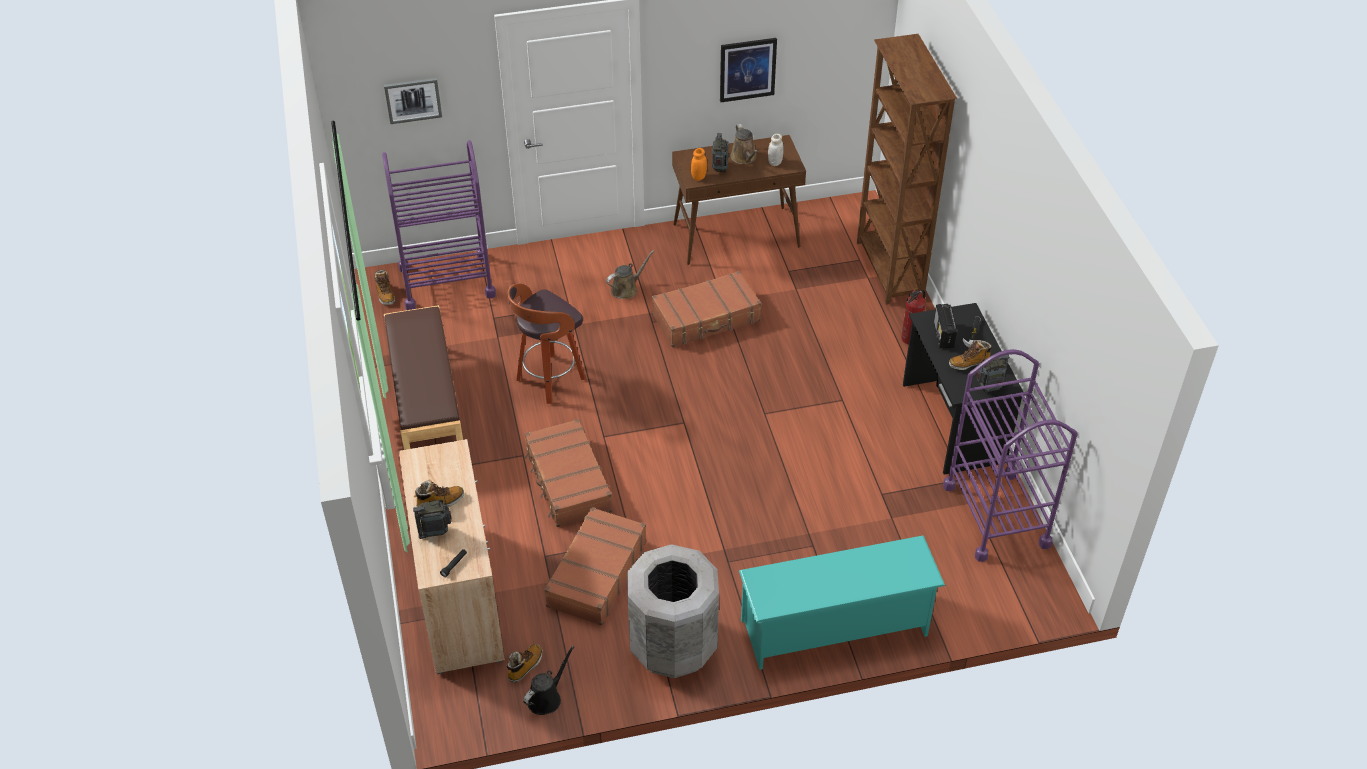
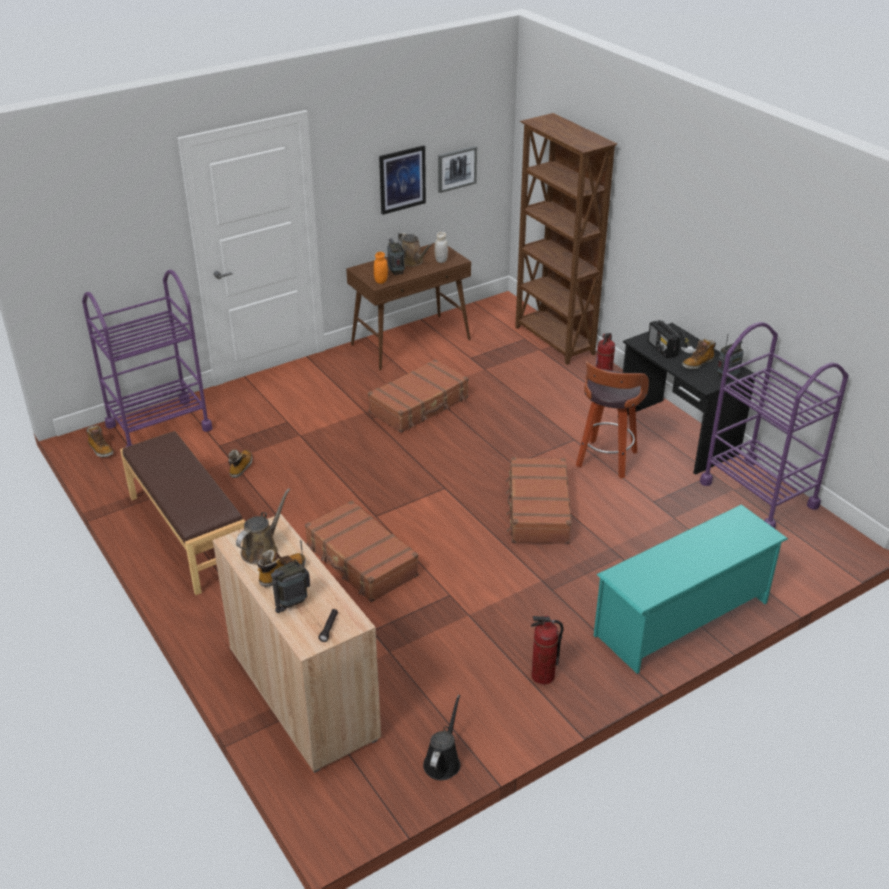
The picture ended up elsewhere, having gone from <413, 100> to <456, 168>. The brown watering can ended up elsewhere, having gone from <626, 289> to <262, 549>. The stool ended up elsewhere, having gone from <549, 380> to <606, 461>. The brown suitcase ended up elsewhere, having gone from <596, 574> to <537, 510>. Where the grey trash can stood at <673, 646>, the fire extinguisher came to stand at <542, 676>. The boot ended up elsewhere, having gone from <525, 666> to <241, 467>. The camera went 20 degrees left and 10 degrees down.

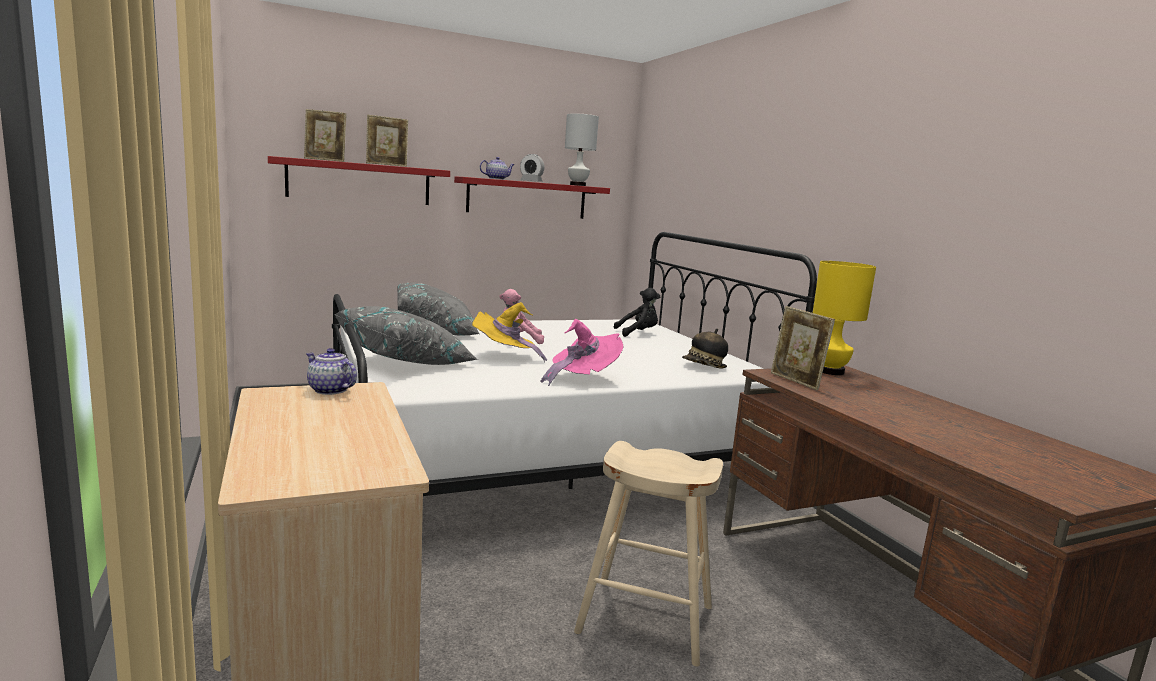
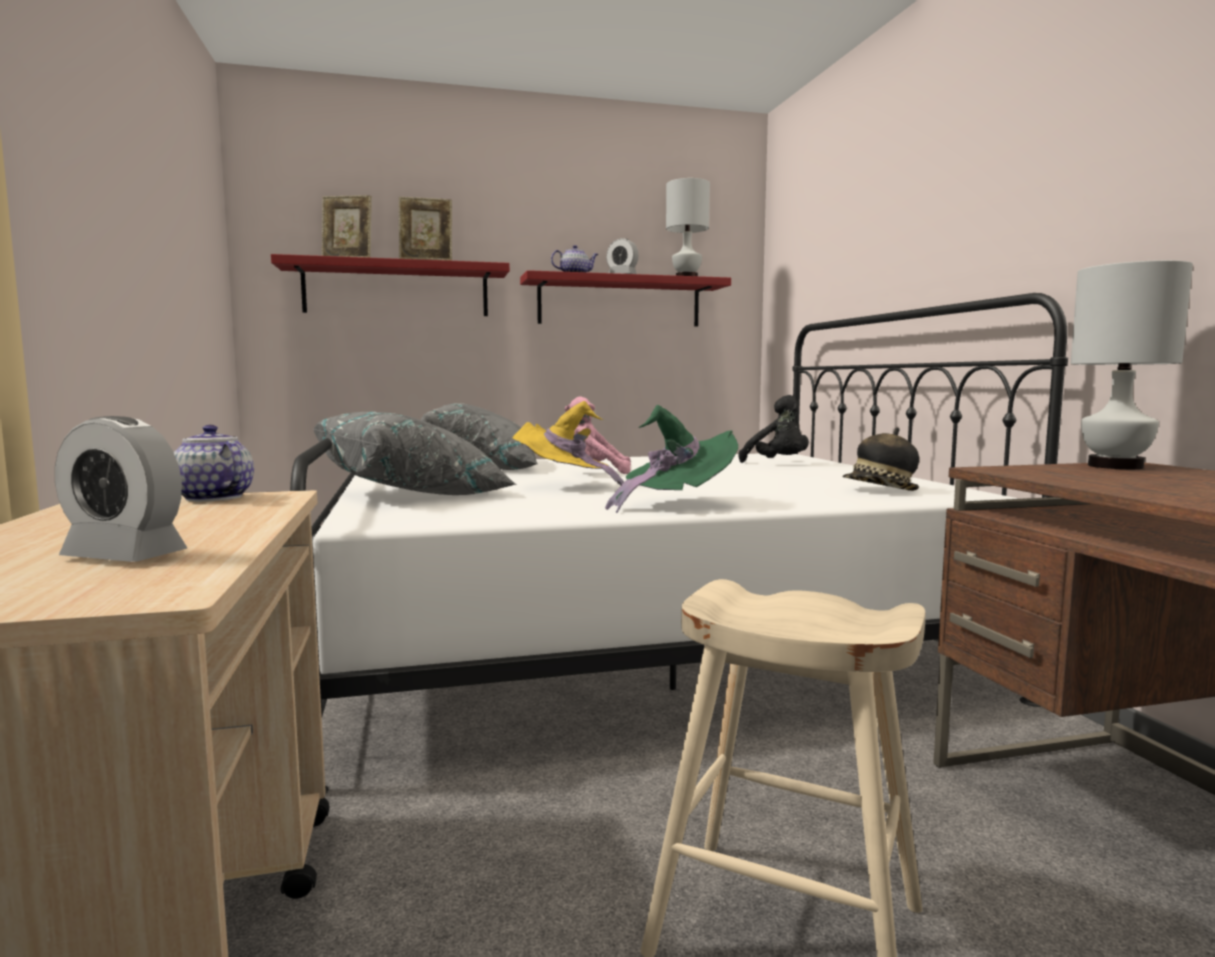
What was the yellow table lamp at <831, 371> turned into the white table lamp at <1116, 466>. The black plush toy at <638, 333> ended up facing another way, 60 degrees clockwise from before. The second view lost the picture frame at <796, 381>. What was the pink hat at <582, 379> turned into the green hat at <675, 505>. The second view gained the alarm clock at <124, 556>. The camera went 10 degrees right and 5 degrees down.

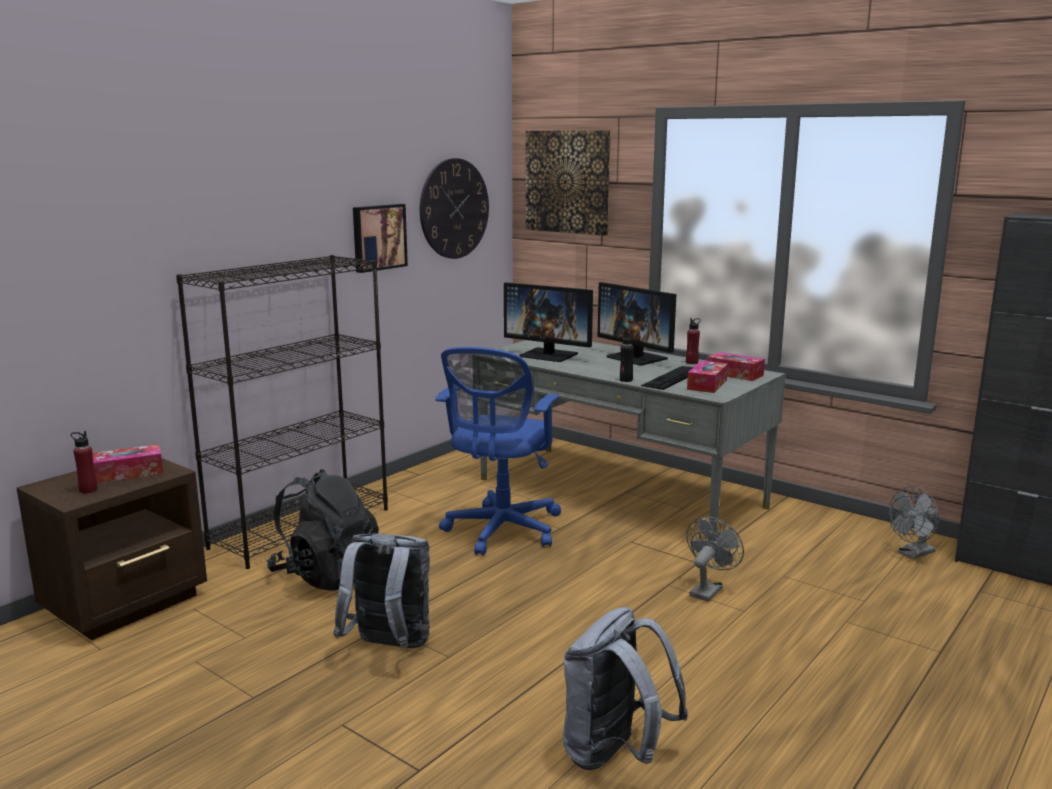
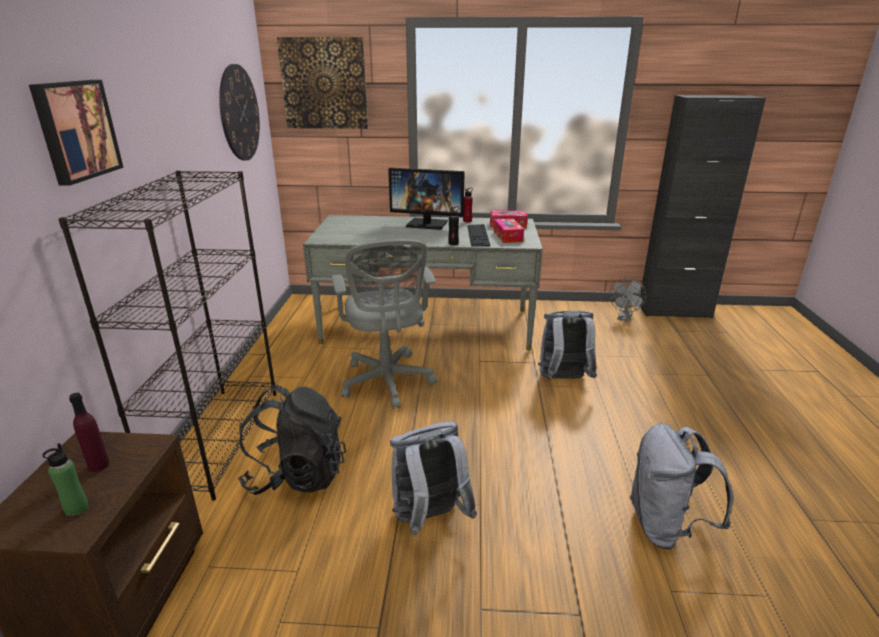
The picture ended up elsewhere, having gone from <378, 237> to <75, 130>. The second view lost the monitor at <549, 355>. What was the blue office chair at <501, 532> turned into the grey office chair at <387, 383>. What was the red bottle at <88, 490> turned into the green bottle at <76, 508>. Where the tissue box stood at <129, 473>, the purple bottle came to stand at <99, 465>. Where the grey fan stood at <708, 590>, the grey backpack came to stand at <563, 380>. The camera went 35 degrees left and 10 degrees up.

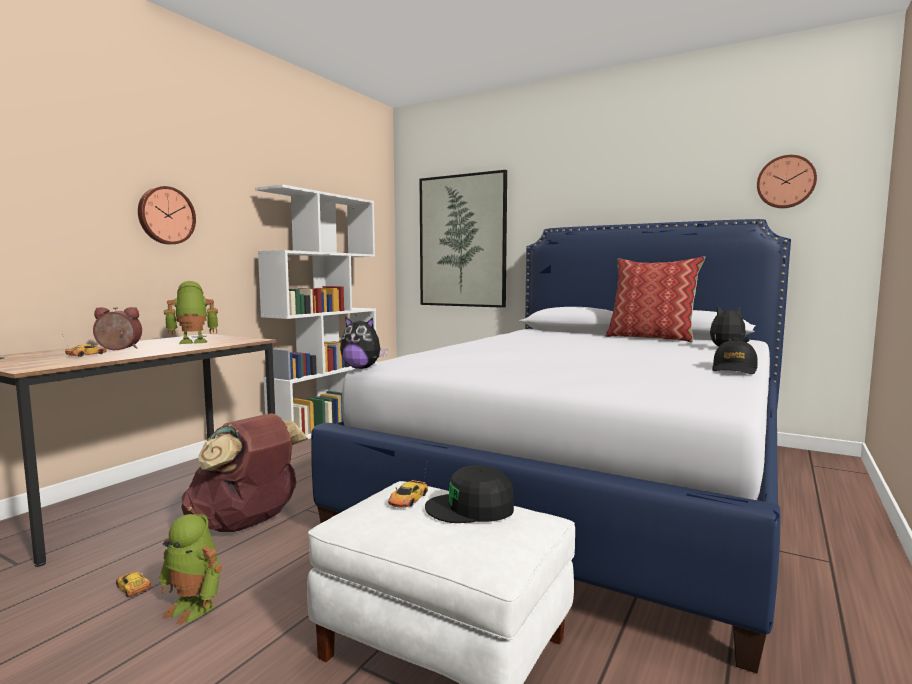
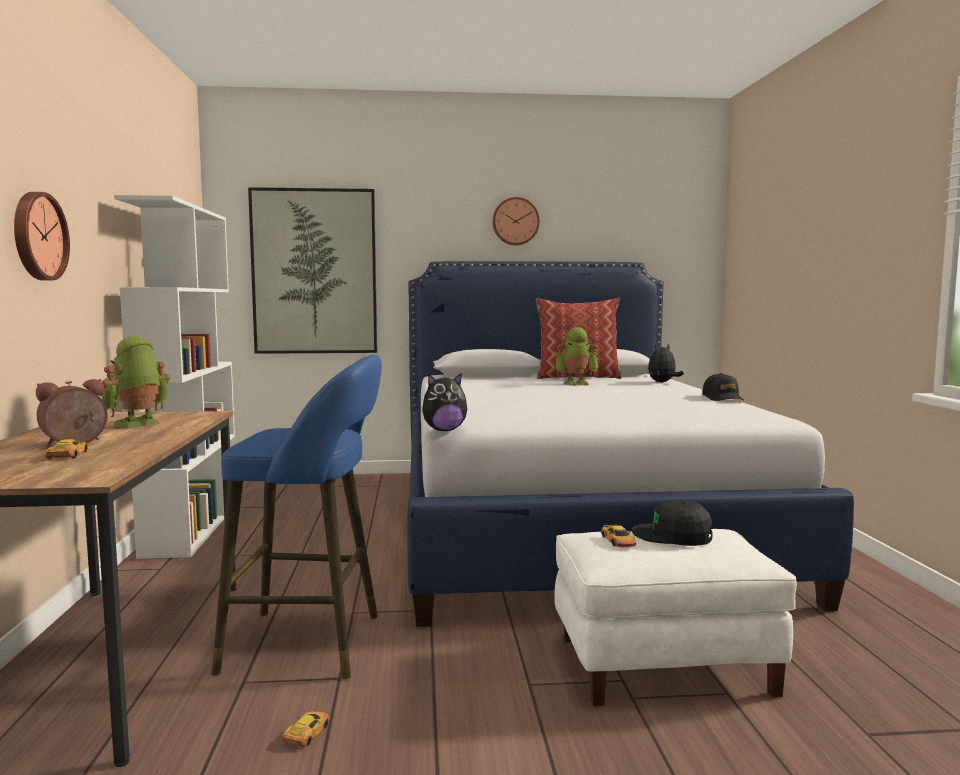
The wall clock ended up elsewhere, having gone from <786, 182> to <515, 221>. Where the brown backpack stood at <246, 524>, the blue stool came to stand at <312, 643>. The black cap at <471, 508> ended up facing another way, 60 degrees clockwise from before. The toy robot ended up elsewhere, having gone from <194, 606> to <576, 383>. The toy car at <133, 587> ended up facing another way, 105 degrees clockwise from before. The camera went 35 degrees left and 0 degrees up.

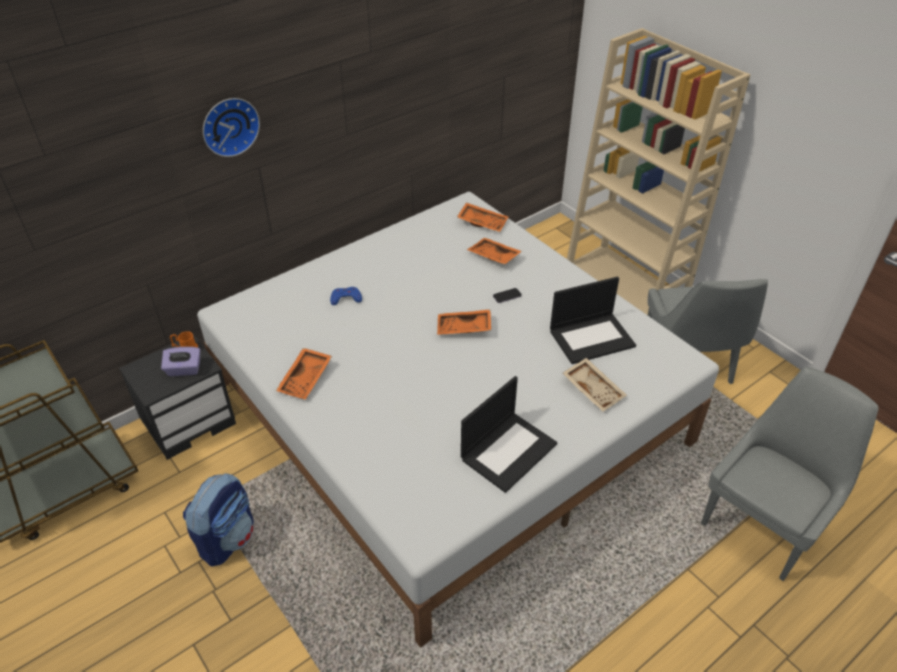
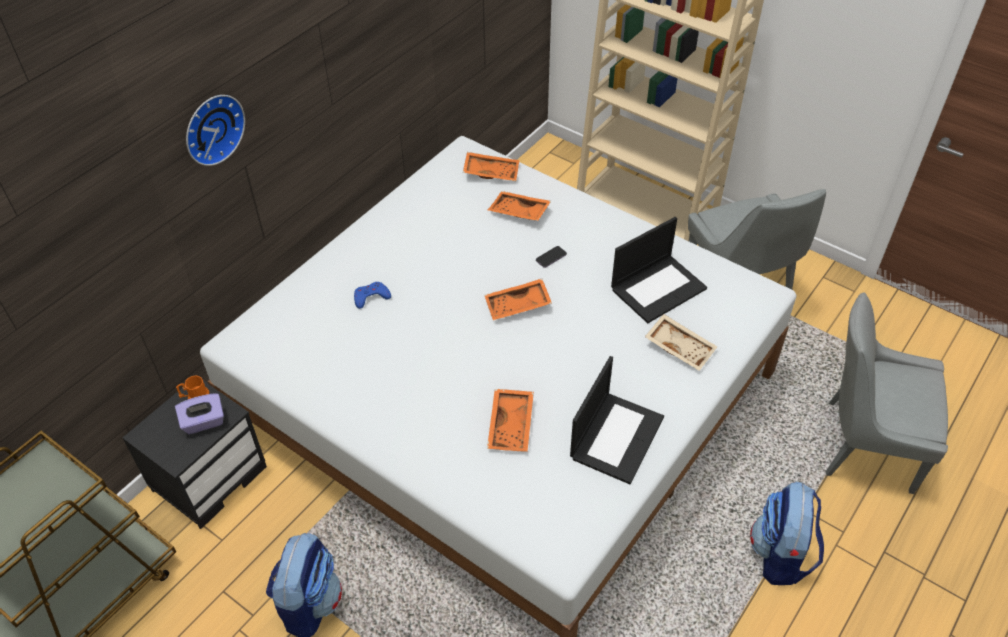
The orange tray ended up elsewhere, having gone from <306, 379> to <512, 425>. The grey chair at <764, 524> ended up facing another way, 105 degrees counterclockwise from before. The second view gained the backpack at <780, 555>. The camera went 15 degrees left and 5 degrees up.

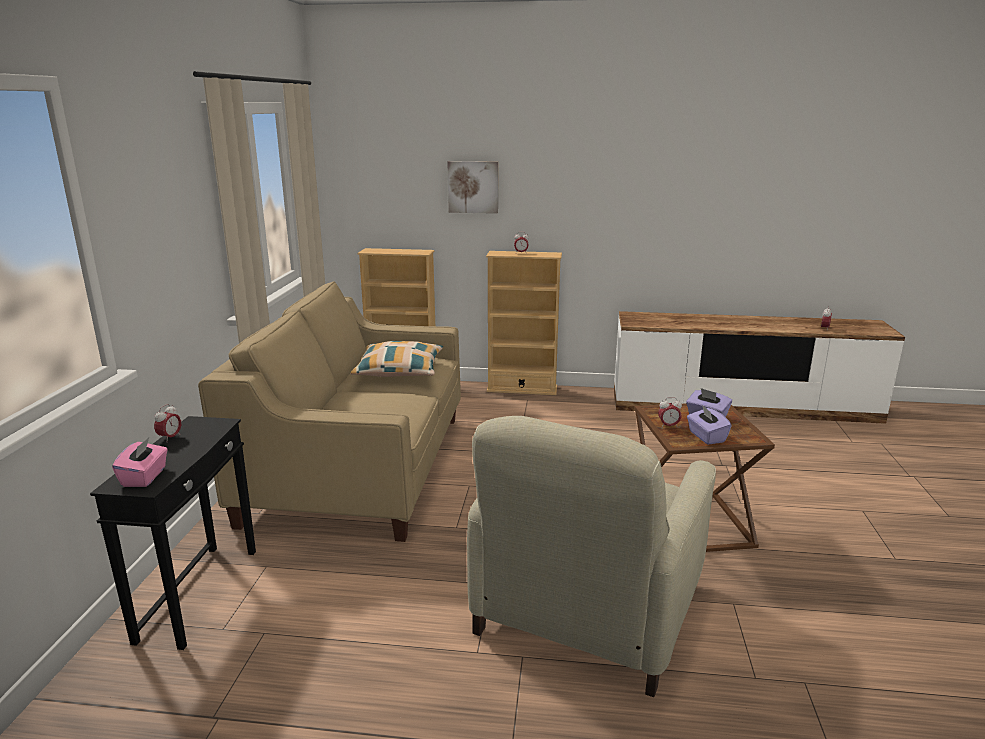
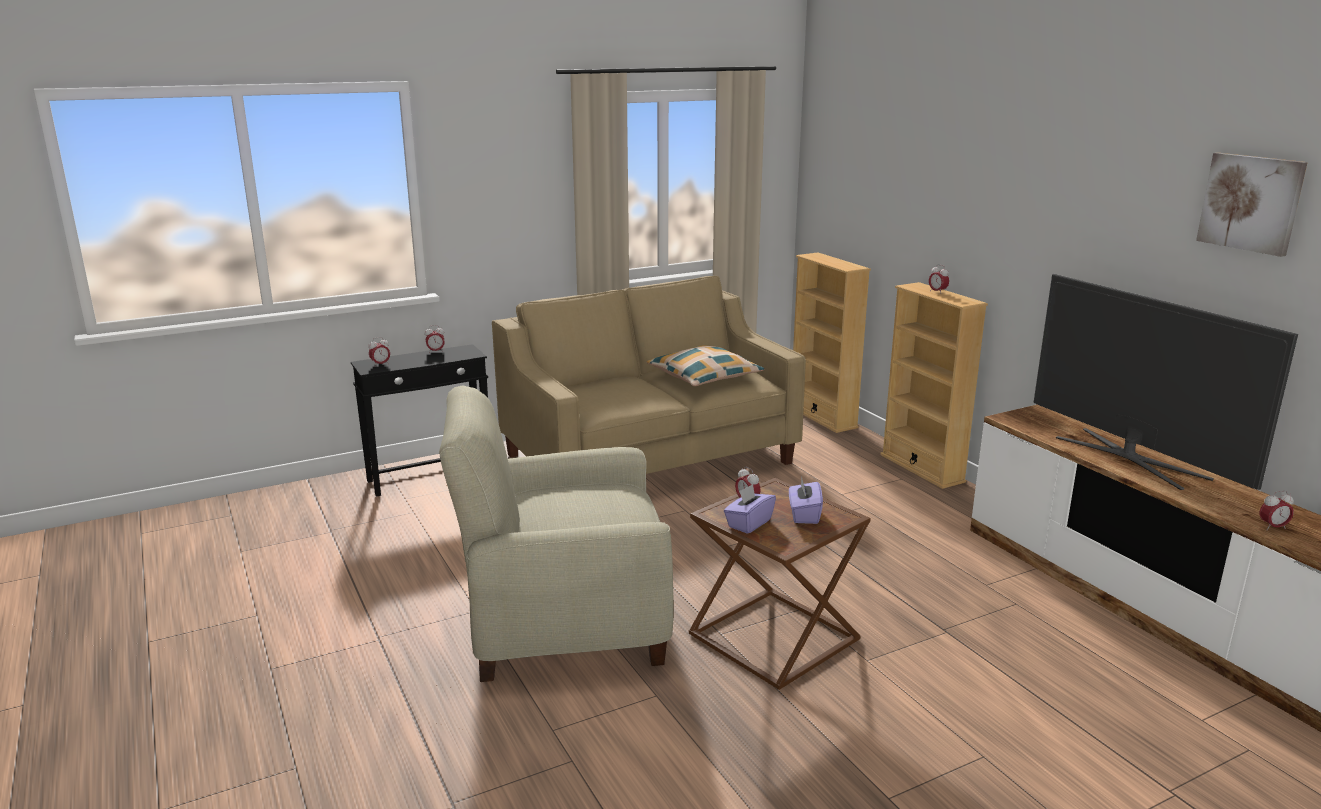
The picture ended up elsewhere, having gone from <473, 187> to <1251, 203>. Where the pink tissue box stood at <145, 477>, the alarm clock came to stand at <380, 364>. The second view gained the television at <1131, 457>. The camera went 55 degrees right and 0 degrees up.

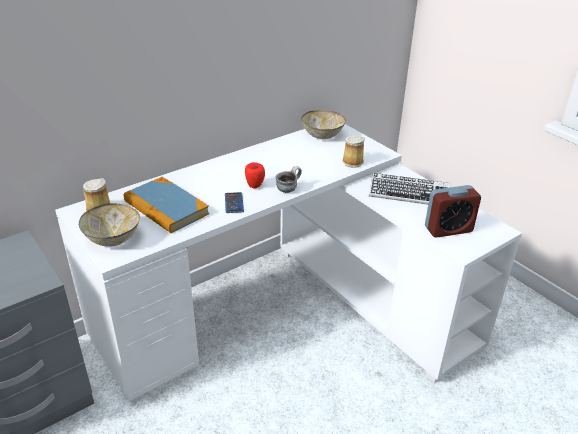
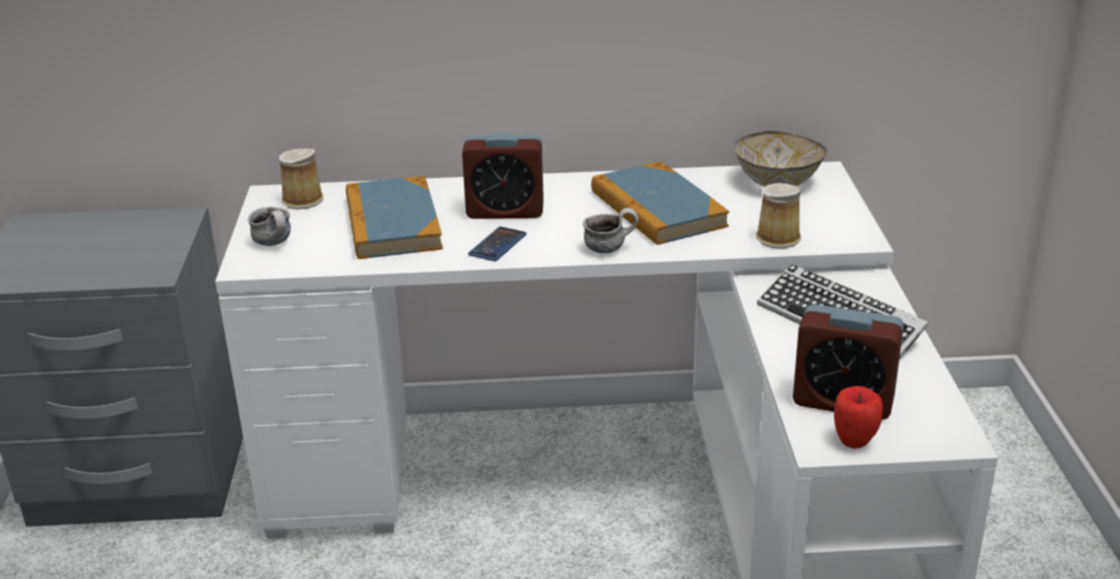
The apple ended up elsewhere, having gone from <255, 186> to <854, 442>. Where the bowl stood at <113, 239>, the mug came to stand at <276, 243>. The second view gained the alarm clock at <505, 211>. The second view gained the book at <657, 209>. The camera went 35 degrees right and 5 degrees down.

